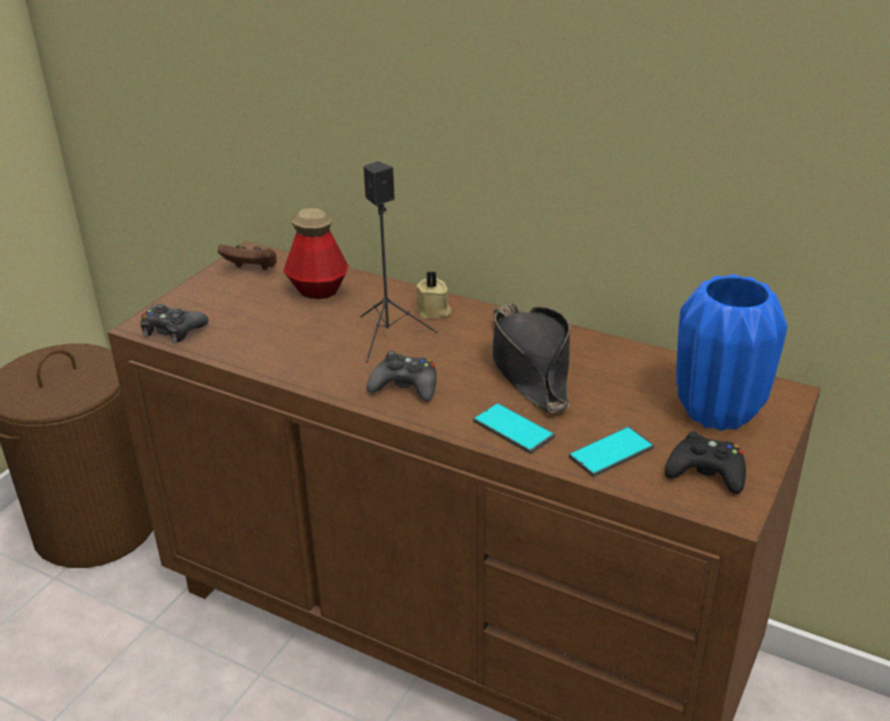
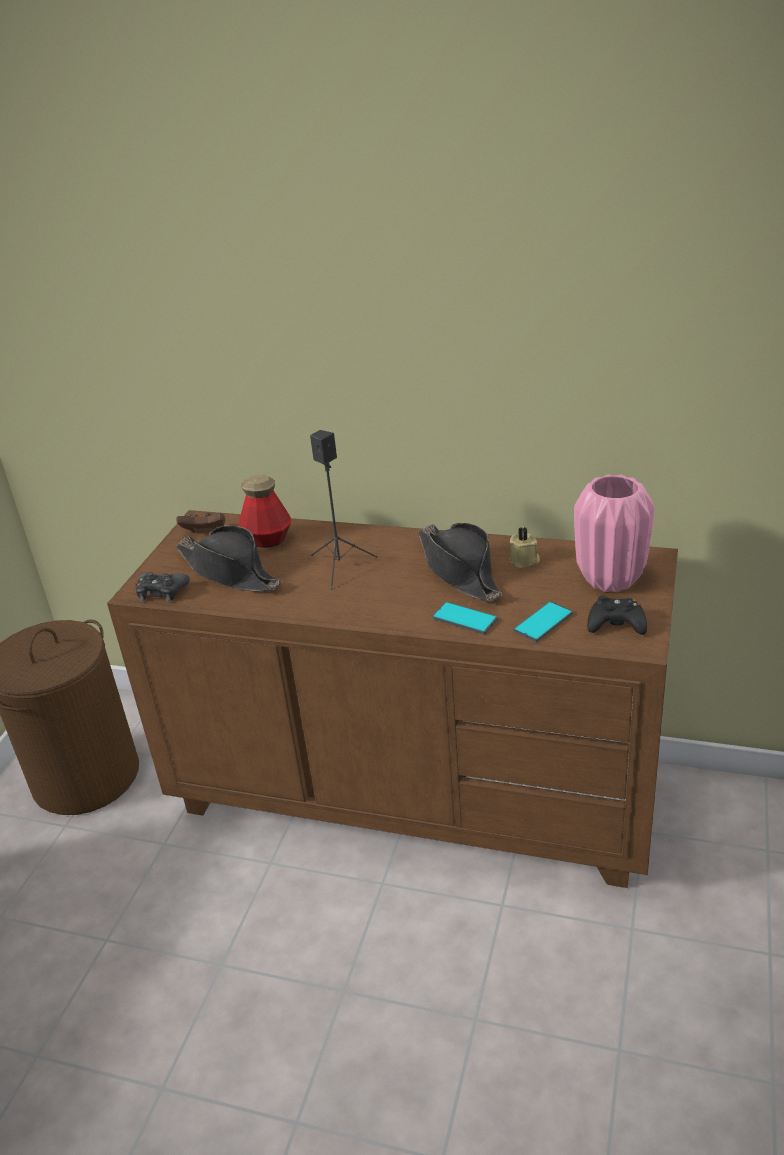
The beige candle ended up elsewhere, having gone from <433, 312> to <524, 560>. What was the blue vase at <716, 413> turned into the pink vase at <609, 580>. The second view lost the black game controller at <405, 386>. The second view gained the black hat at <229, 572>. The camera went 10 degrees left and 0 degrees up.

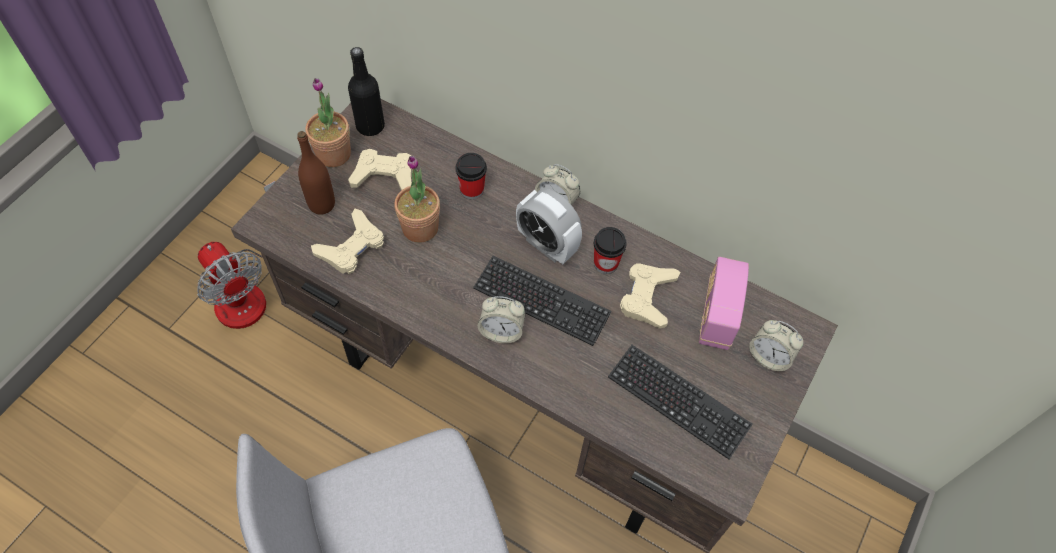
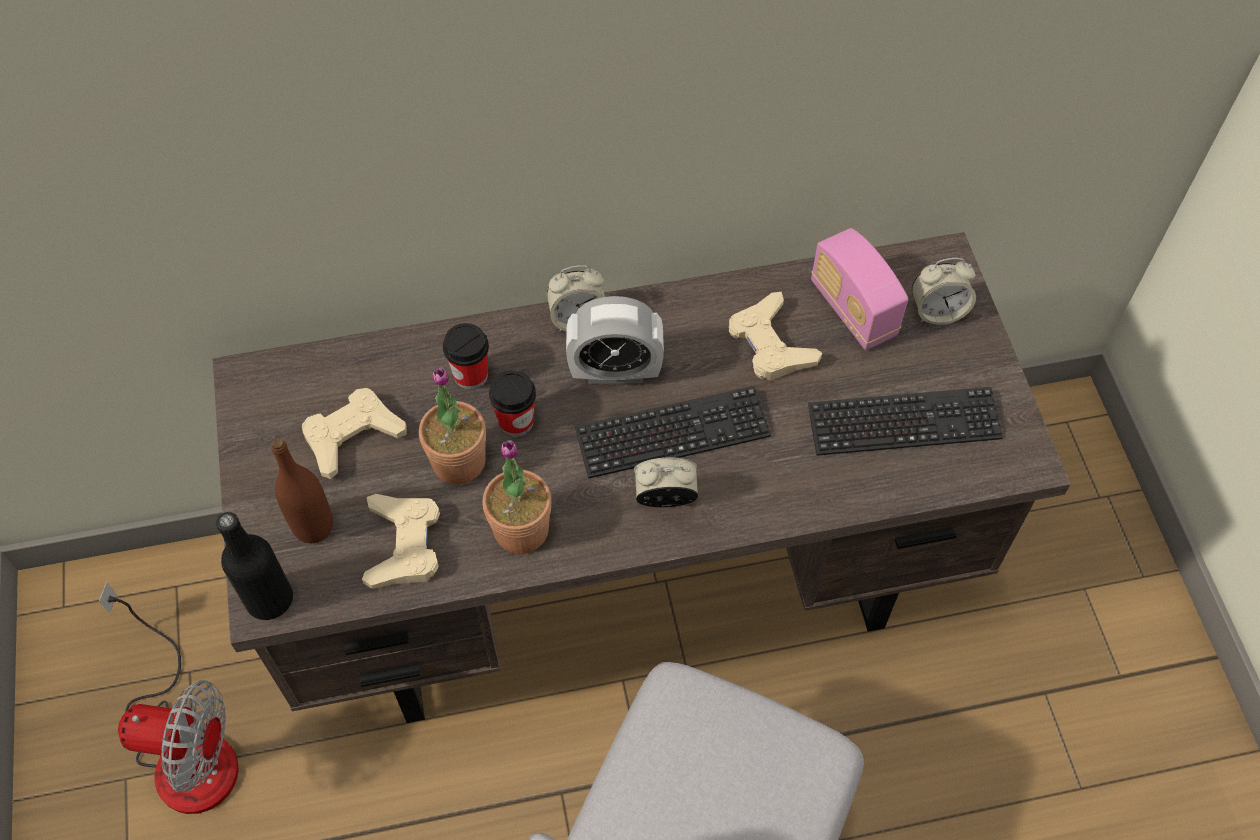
The black bottle ended up elsewhere, having gone from <370, 126> to <269, 599>. The potted plant ended up elsewhere, having gone from <333, 154> to <521, 529>. The cup ended up elsewhere, having gone from <606, 263> to <516, 421>. The alarm clock at <501, 331> ended up facing another way, 150 degrees counterclockwise from before. The camera went 40 degrees left and 0 degrees up.

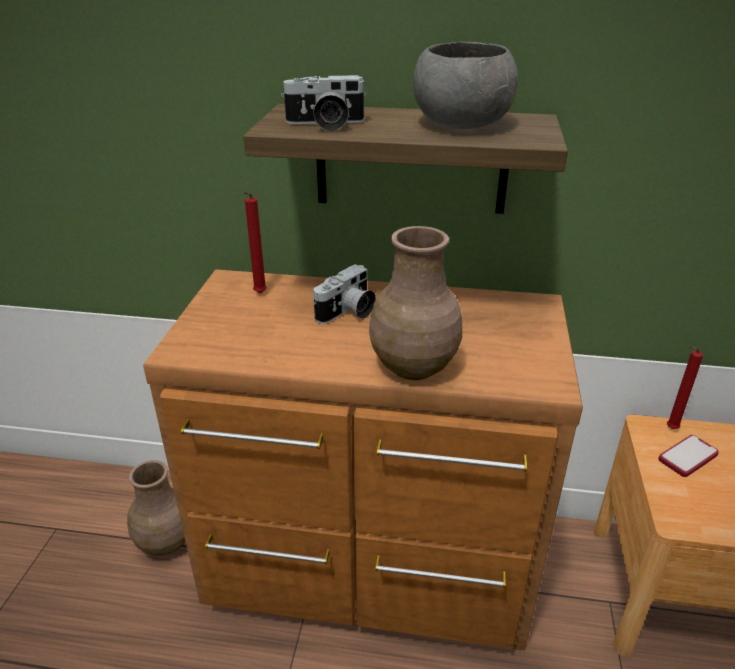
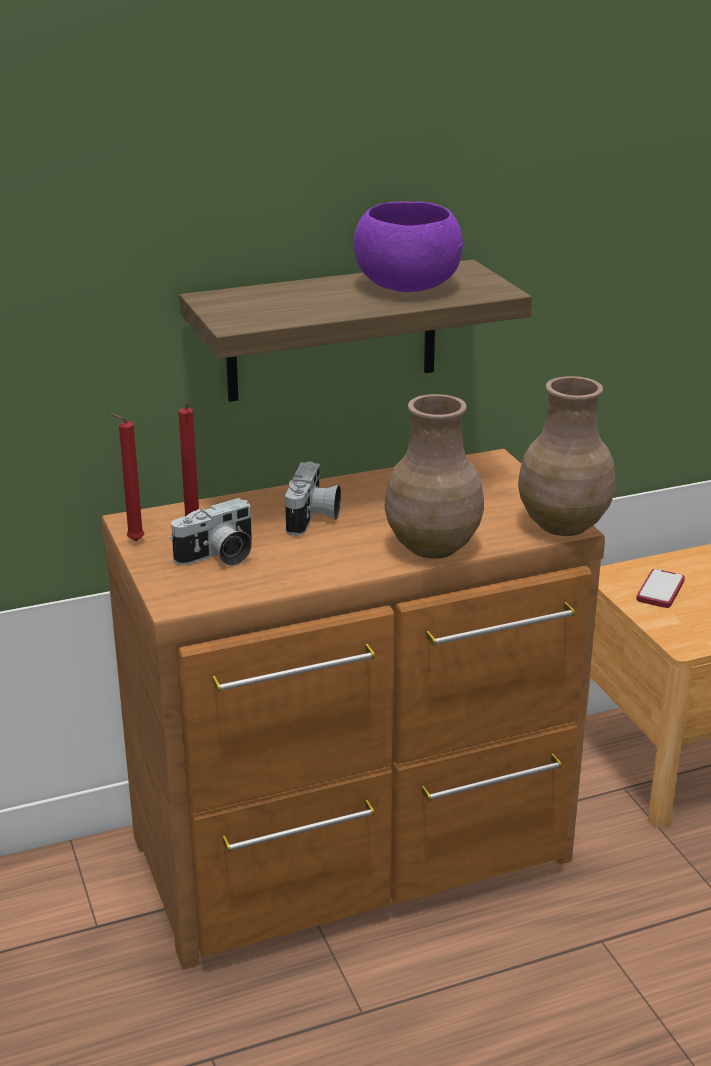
What was the grey bowl at <461, 124> turned into the purple bowl at <407, 286>. The photo camera ended up elsewhere, having gone from <325, 125> to <218, 556>. The red candle ended up elsewhere, having gone from <669, 428> to <133, 541>. The brown vase ended up elsewhere, having gone from <165, 543> to <564, 525>. The camera went 30 degrees left and 5 degrees down.

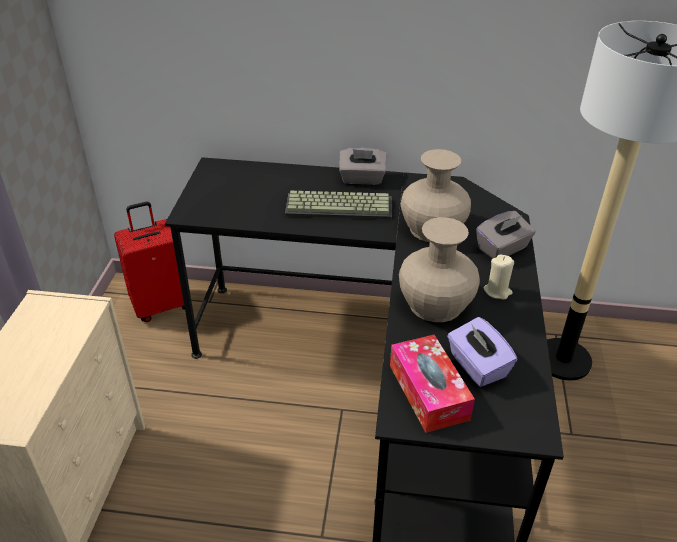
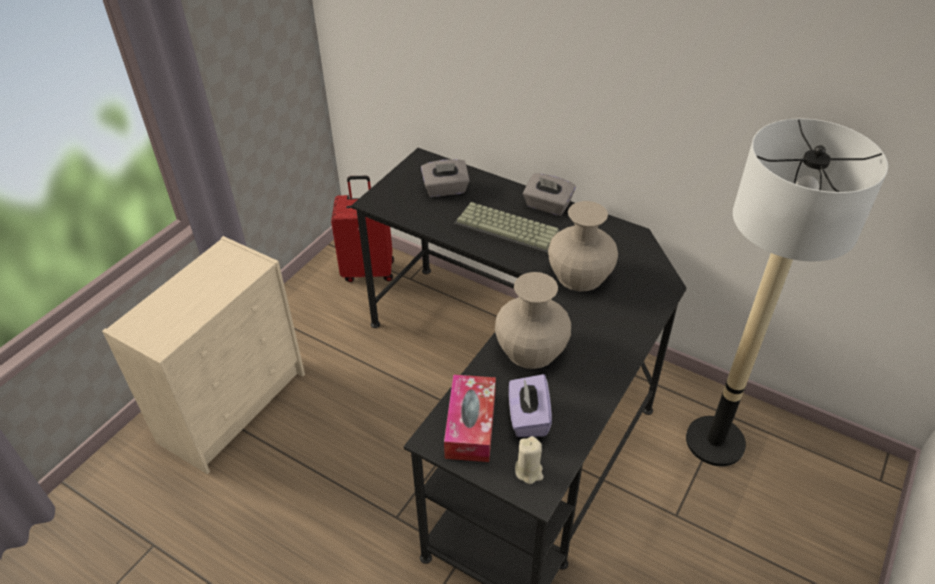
The grey tissue box ended up elsewhere, having gone from <502, 249> to <445, 189>. The beige candle ended up elsewhere, having gone from <497, 291> to <529, 471>. The camera went 25 degrees right and 5 degrees up.

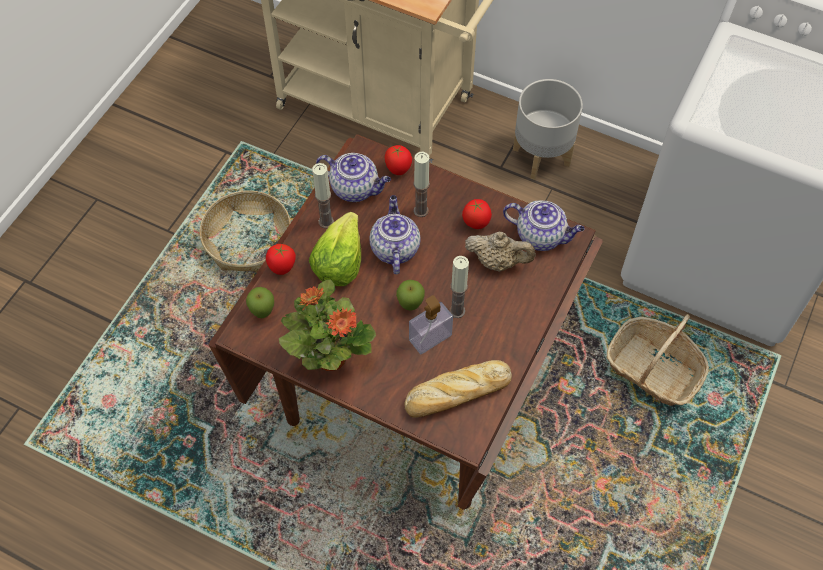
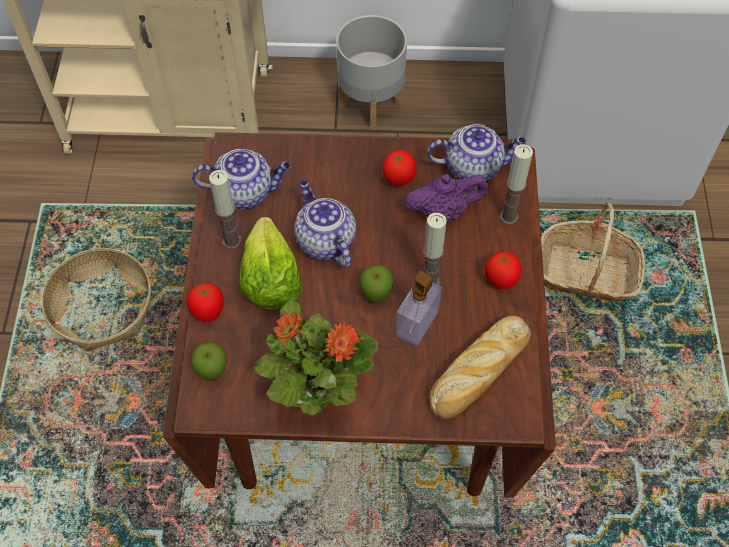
The tomato ended up elsewhere, having gone from <398, 169> to <501, 280>. The candle ended up elsewhere, having gone from <421, 211> to <508, 216>. What was the beige teapot at <498, 261> turned into the purple teapot at <444, 211>. The camera went 25 degrees left and 0 degrees up.

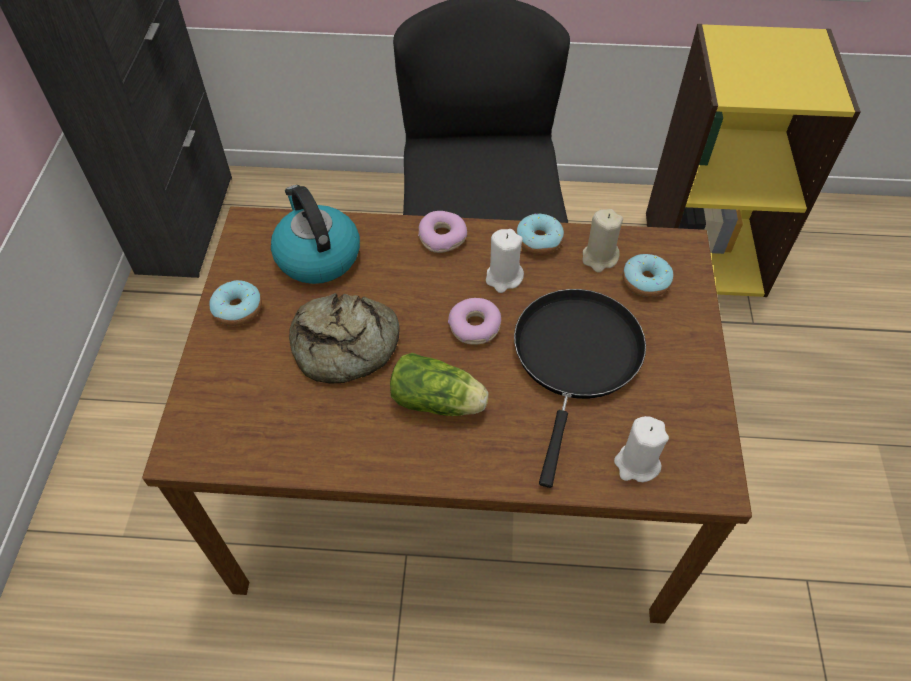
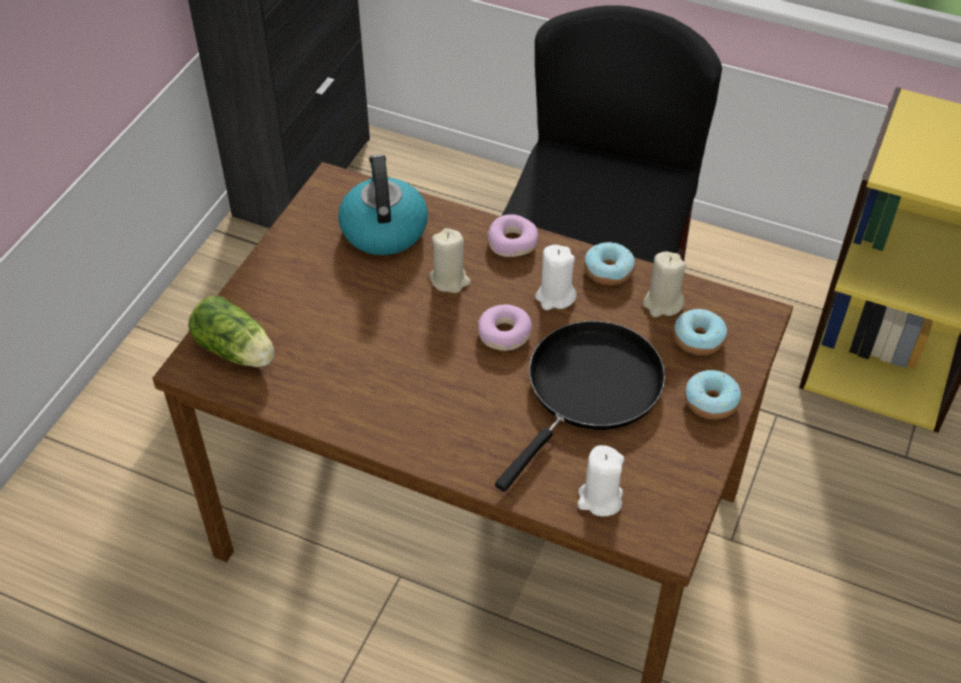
The donut ended up elsewhere, having gone from <238, 309> to <711, 401>. The second view lost the bread at <345, 347>. The lettuce ended up elsewhere, having gone from <440, 402> to <237, 352>. The second view gained the beige candle at <450, 280>. The camera went 20 degrees right and 5 degrees down.

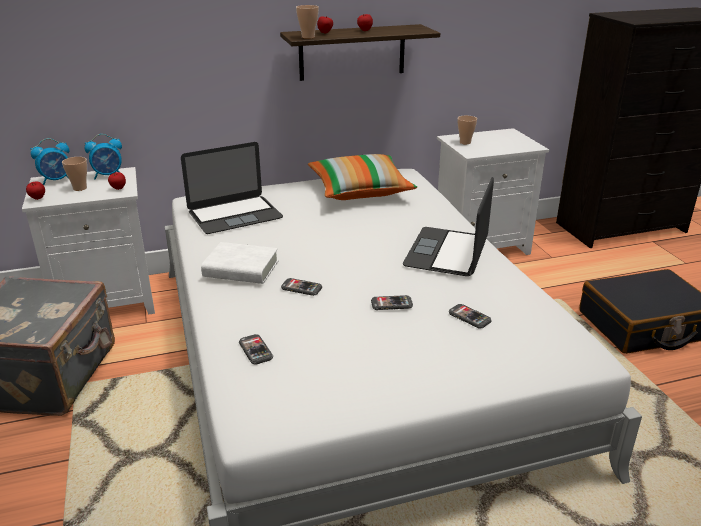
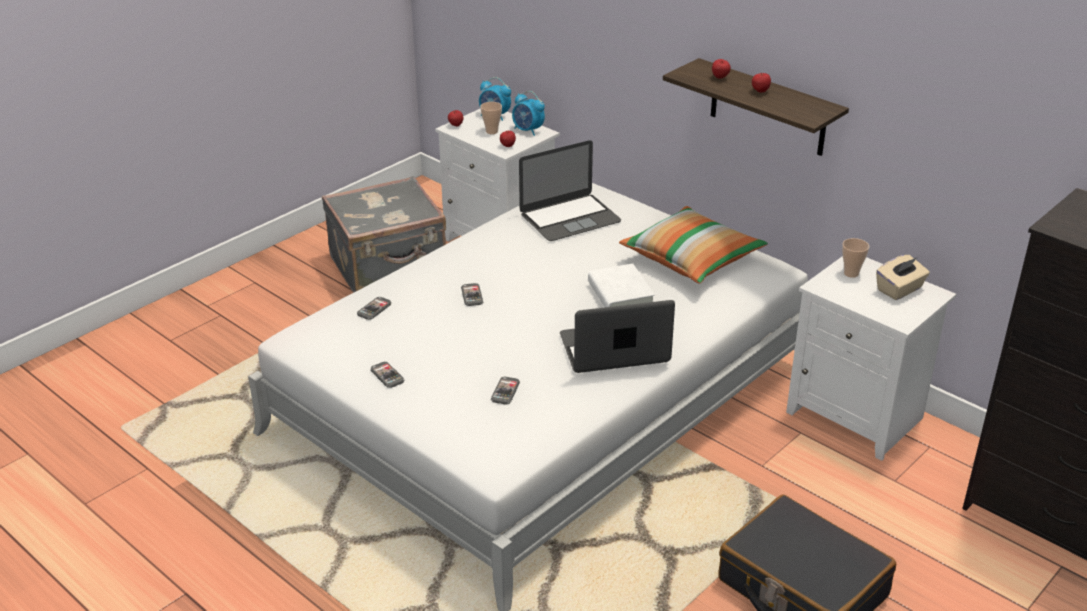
The second view lost the cup at <308, 37>. The laptop at <235, 214> ended up facing another way, 60 degrees counterclockwise from before. The white book ended up elsewhere, having gone from <241, 269> to <620, 295>. The phone ended up elsewhere, having gone from <391, 304> to <387, 376>. The second view gained the beige tissue box at <900, 289>. The camera went 60 degrees right and 5 degrees up.

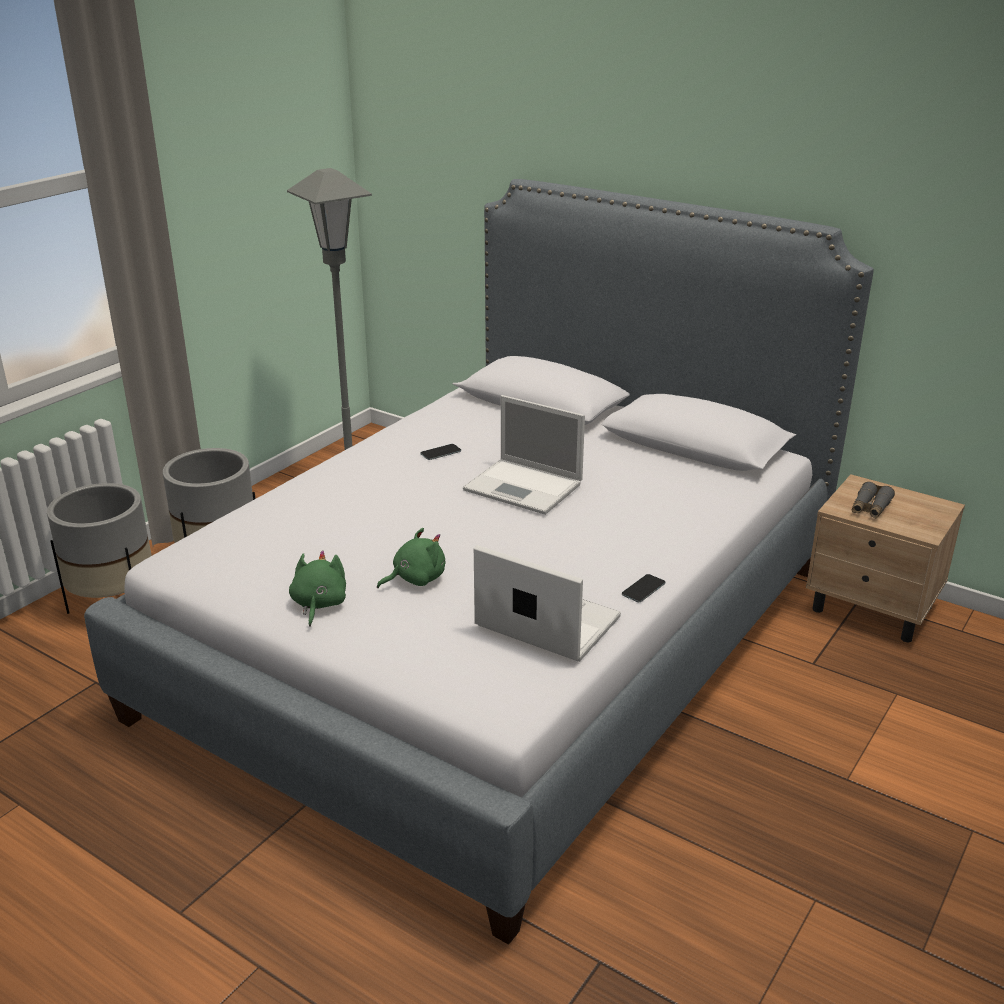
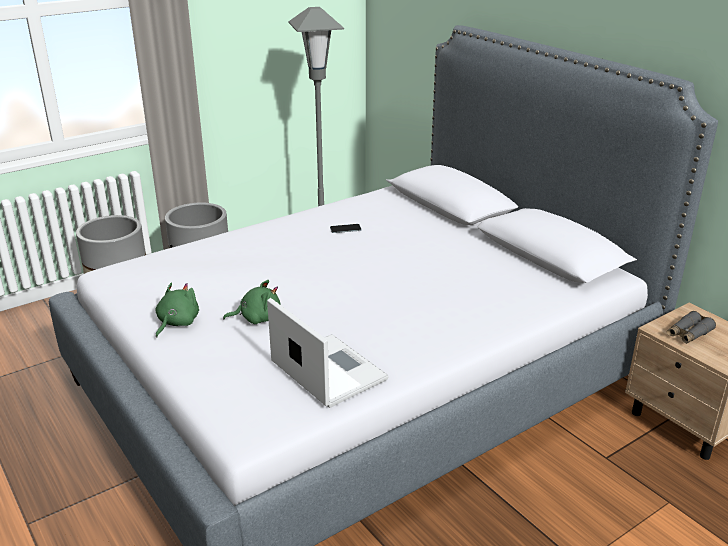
The second view lost the laptop at <525, 487>. The second view lost the phone at <643, 589>. The camera went 20 degrees right and 0 degrees up.

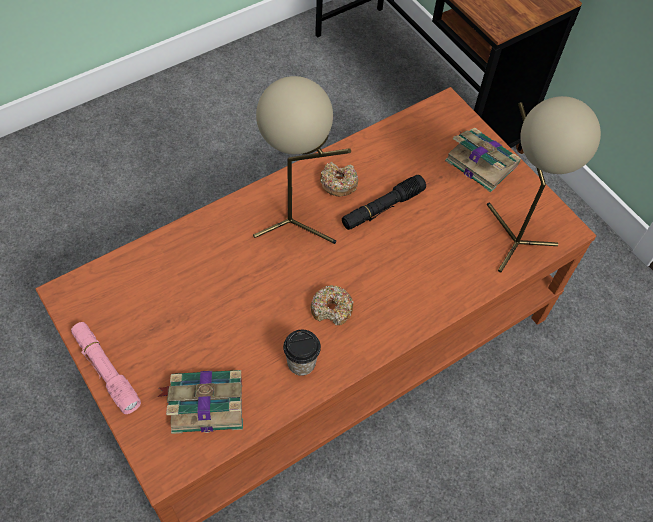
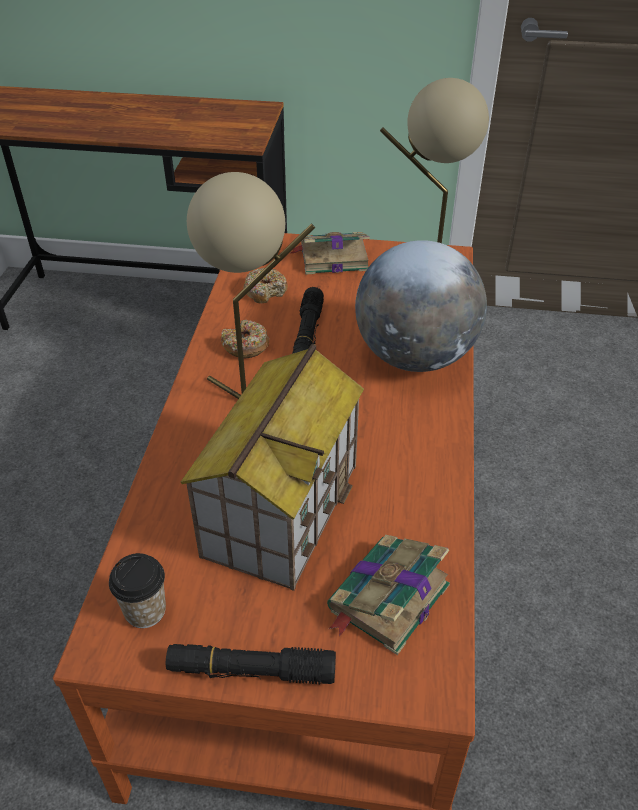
The donut ended up elsewhere, having gone from <331, 309> to <265, 291>. What was the pink flashlight at <106, 370> turned into the black flashlight at <251, 670>. The cup ended up elsewhere, having gone from <301, 363> to <145, 611>. The second view gained the globe at <415, 357>. The second view gained the toy house at <281, 508>. The camera went 45 degrees left and 15 degrees down.

